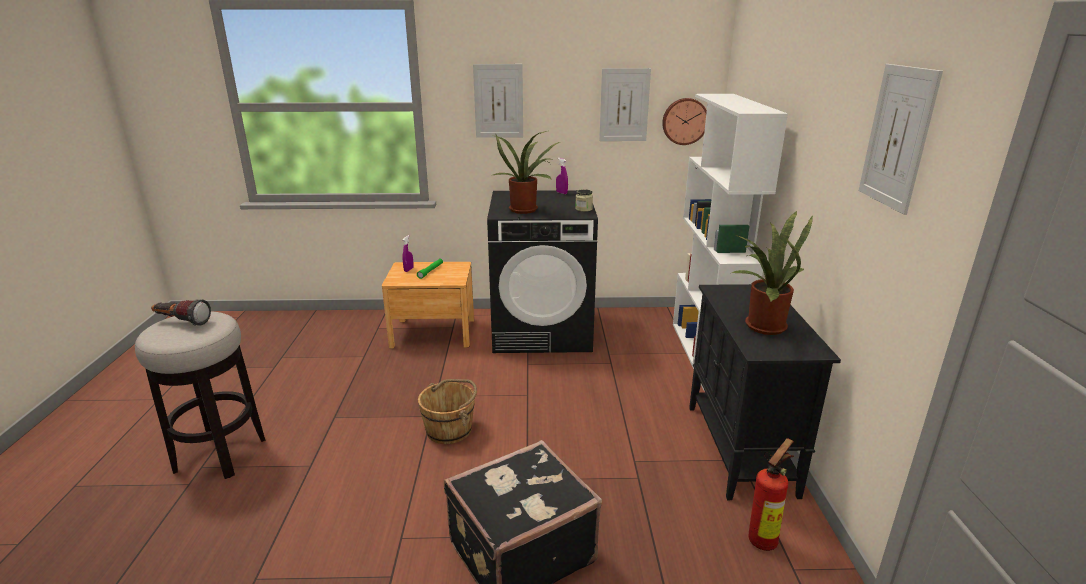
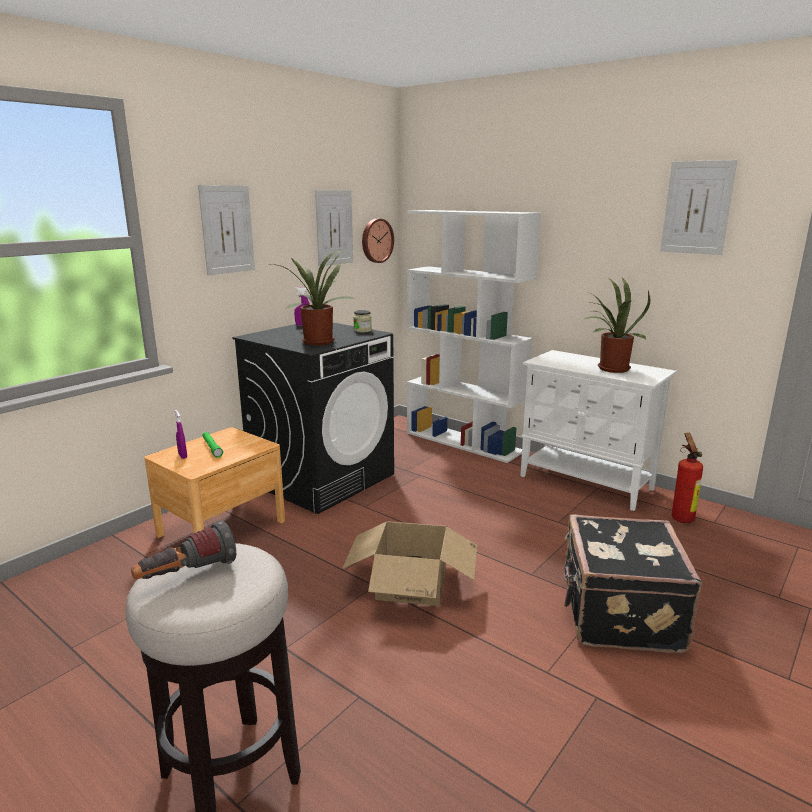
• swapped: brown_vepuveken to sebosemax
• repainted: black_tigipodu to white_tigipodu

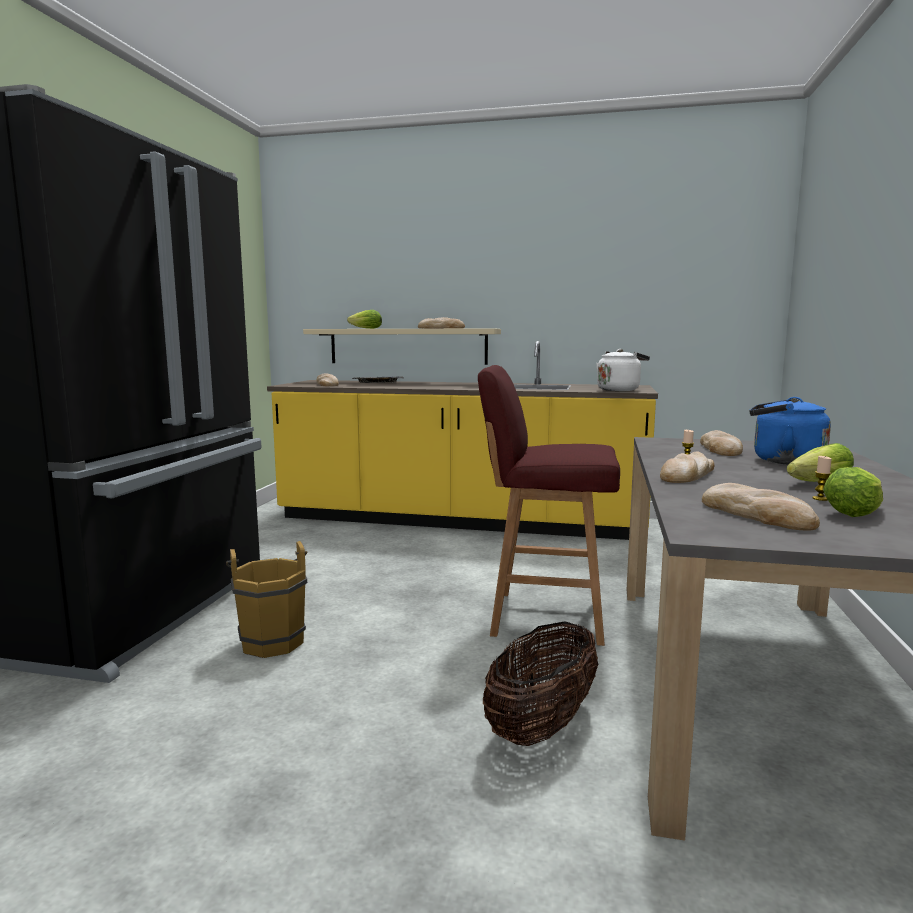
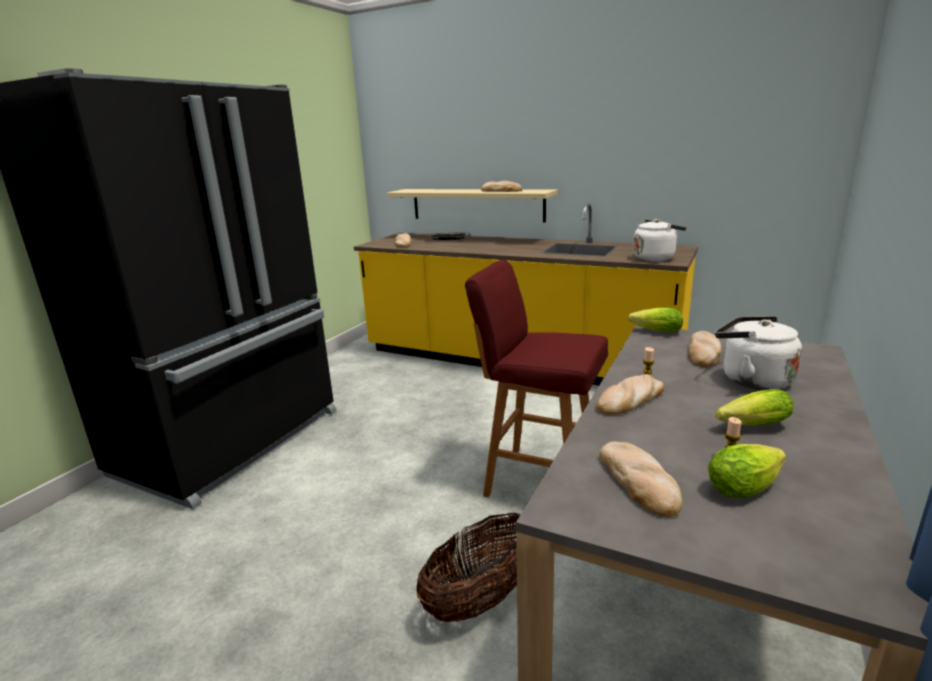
• shifted: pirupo (no. 1 from left)
• repainted: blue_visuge to white_visuge (no. 2 from left)
• gone: brown_vepuveken

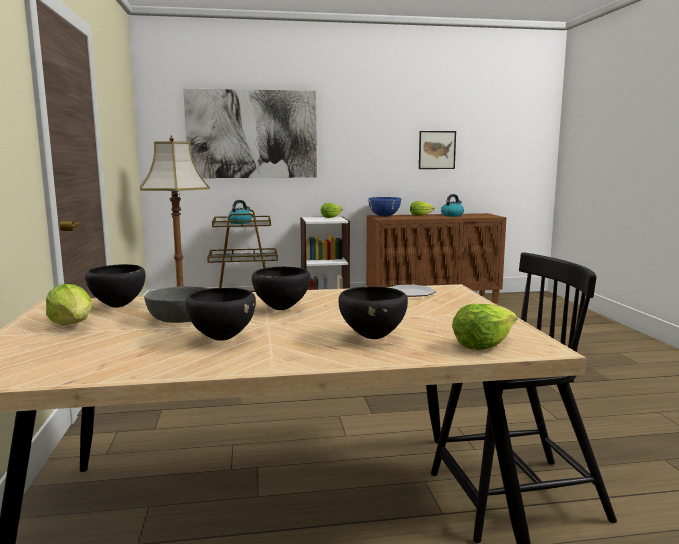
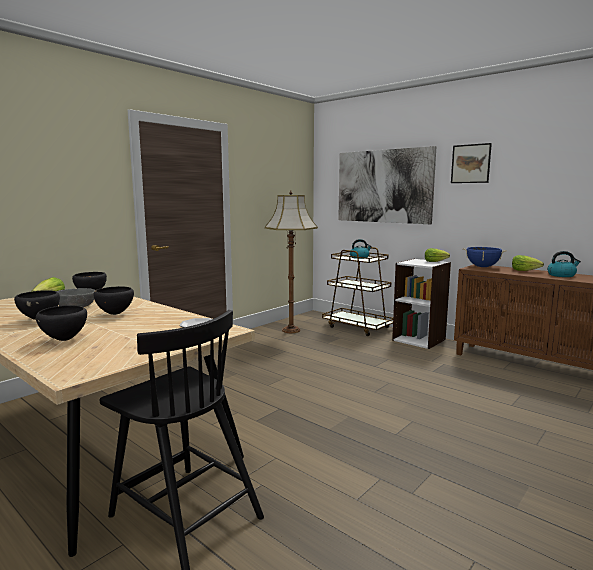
• shifted: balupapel (no. 2 from left)
• gone: pirupo (no. 4 from left)

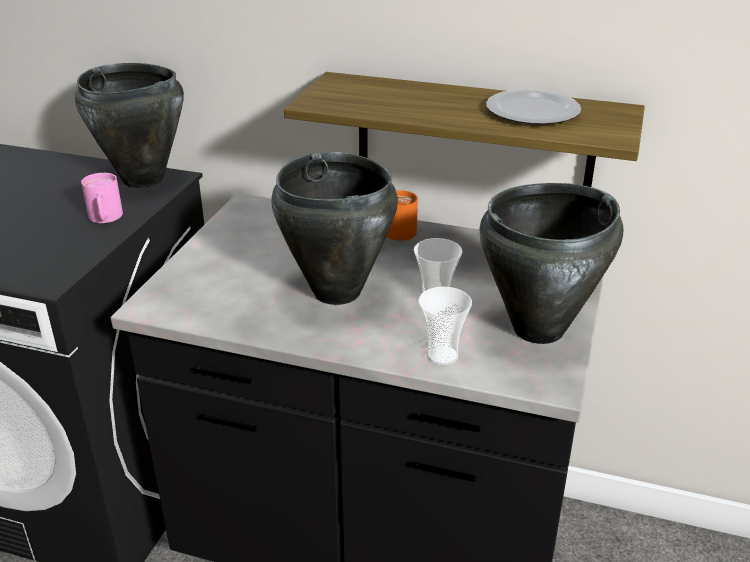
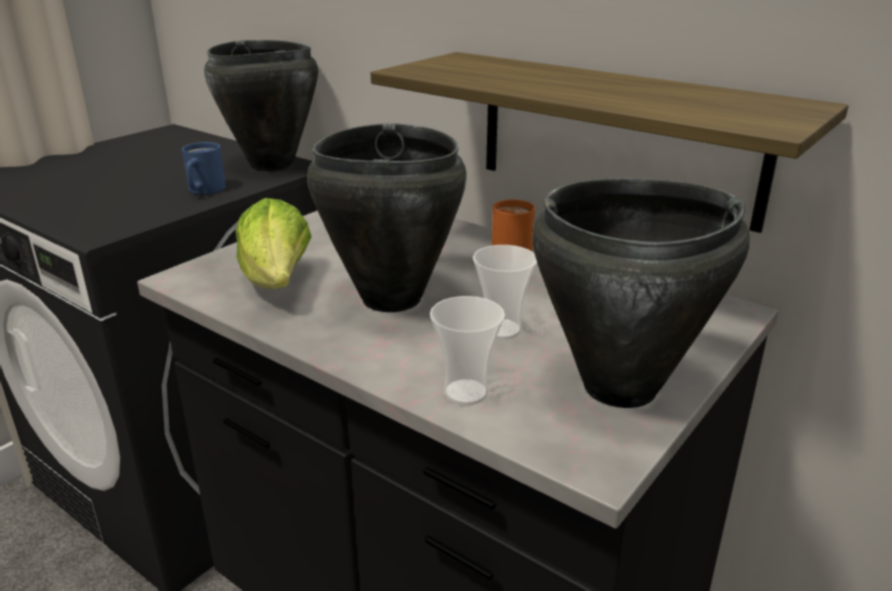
• repainted: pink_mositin to blue_mositin
• new: pirupo
• gone: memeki

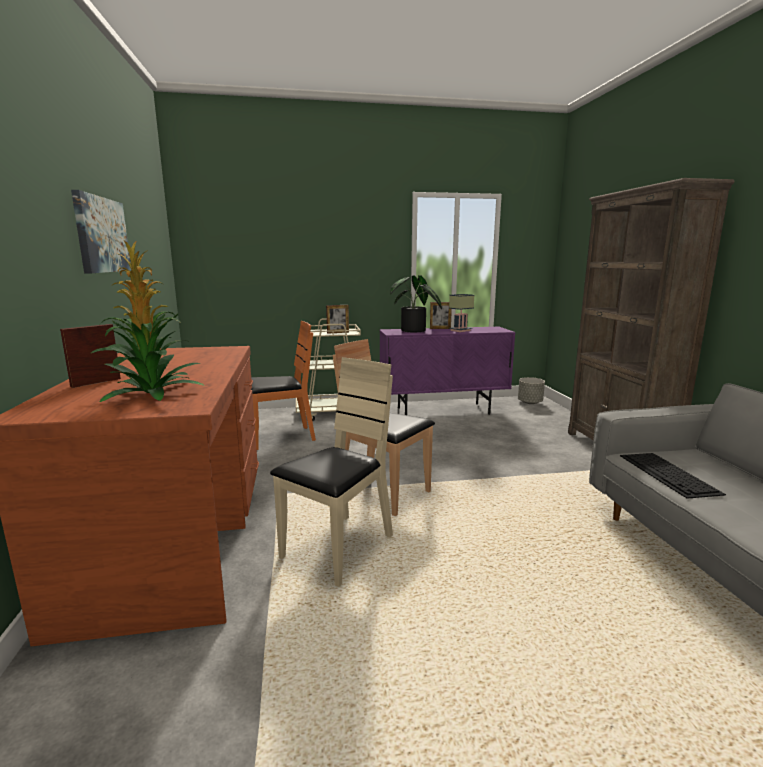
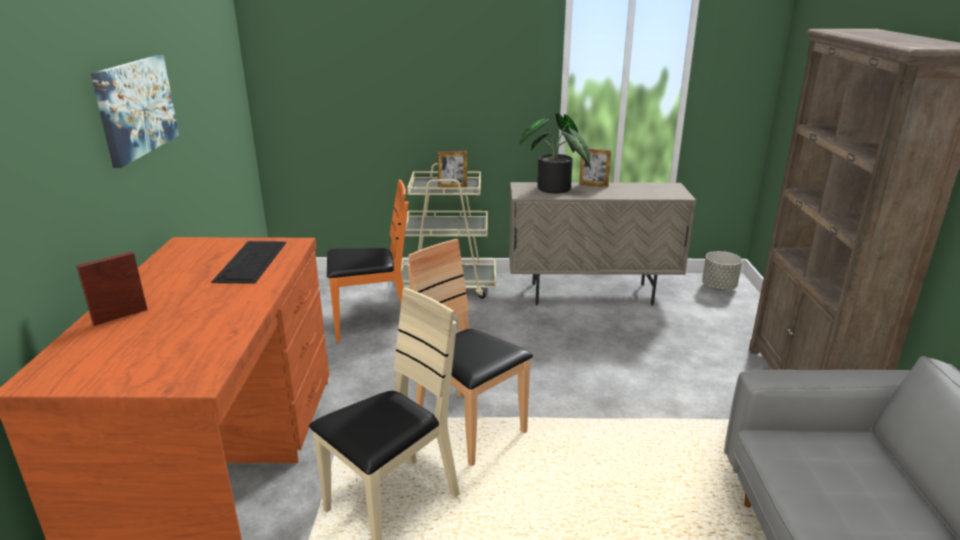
• shifted: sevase
• repainted: purple_tigipodu to beige_tigipodu
• gone: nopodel (no. 1 from left)
• gone: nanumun

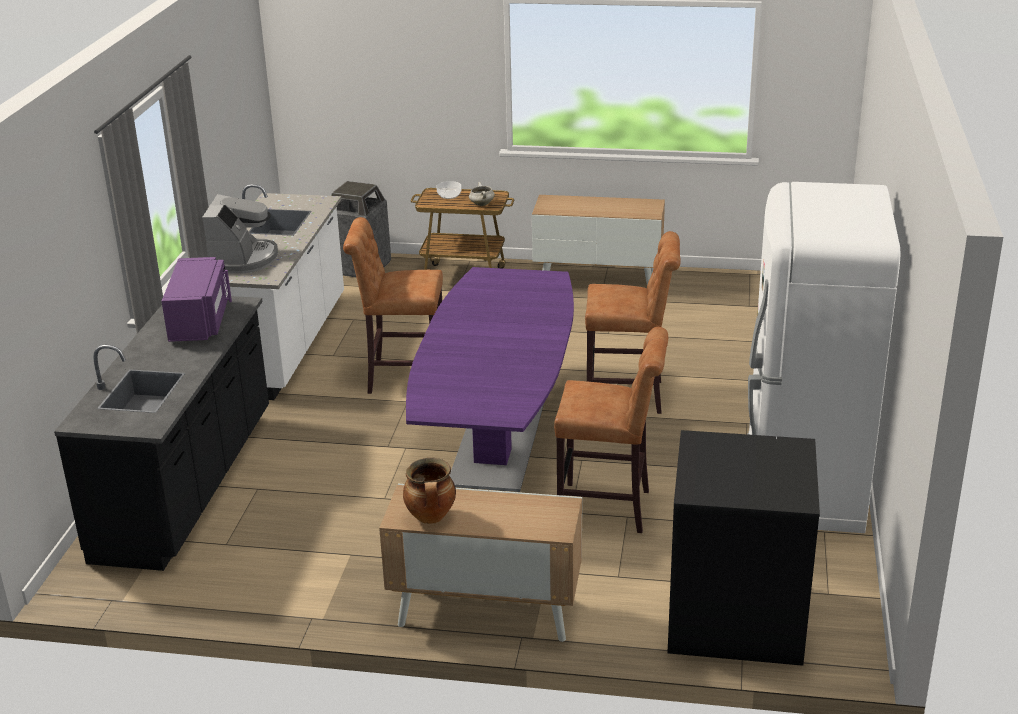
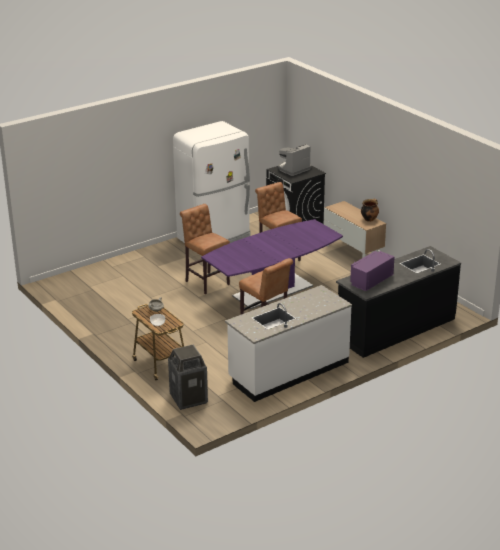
• shifted: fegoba
• gone: tigipodu (no. 2 from left)

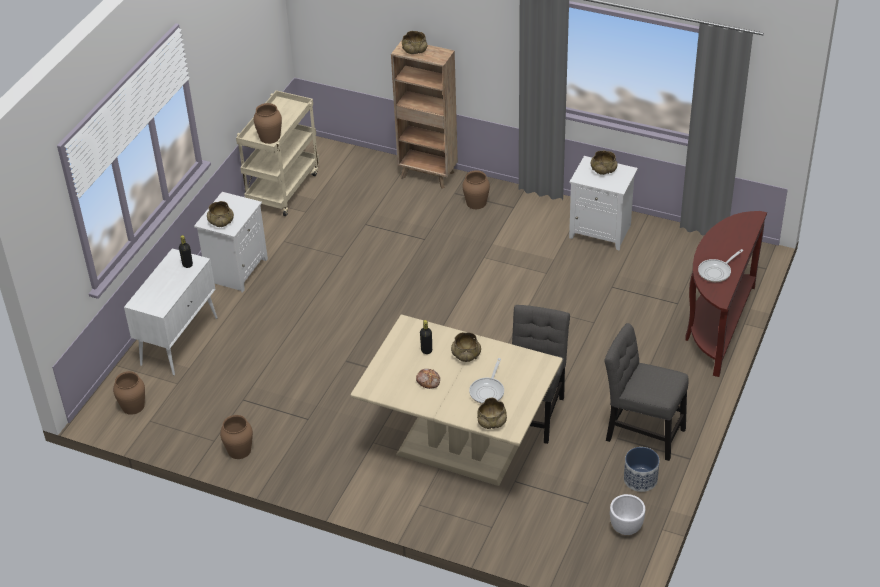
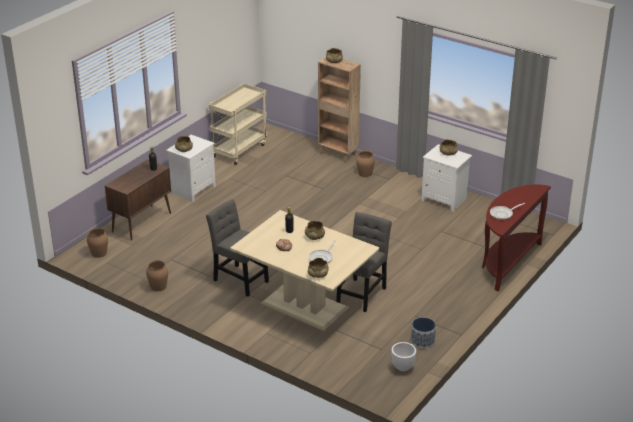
• repainted: white_tigipodu to brown_tigipodu
• shifted: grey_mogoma (no. 2 from left in the first image) to grey_mogoma (no. 1 from left)
• gone: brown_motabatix (no. 3 from left)

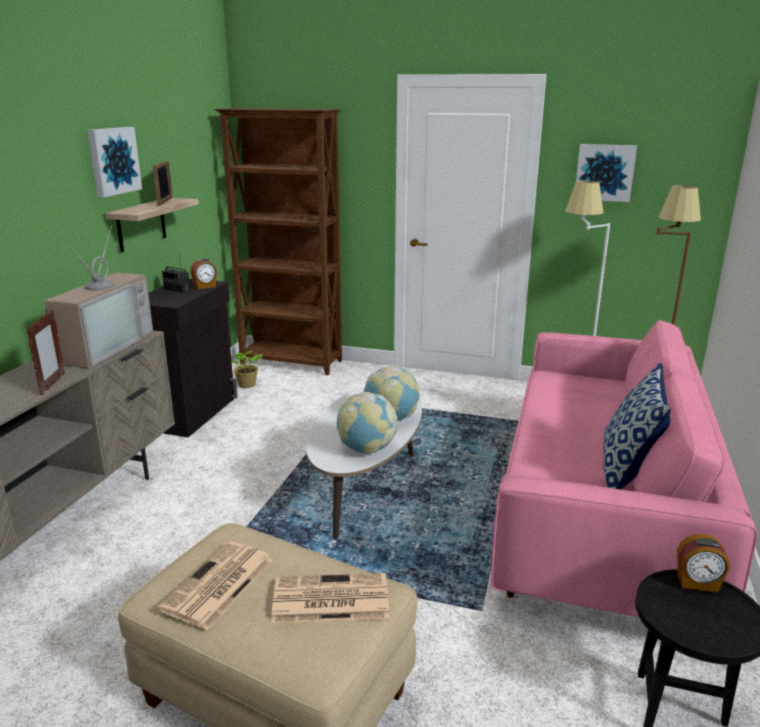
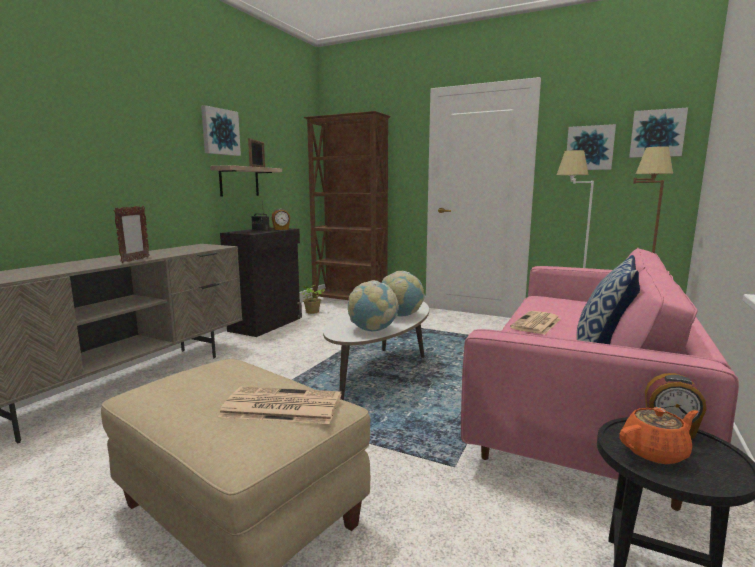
• shifted: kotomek (no. 1 from left in the first image) to kotomek (no. 2 from left)
• new: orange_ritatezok
• new: balupapel (no. 3 from left)
• gone: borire

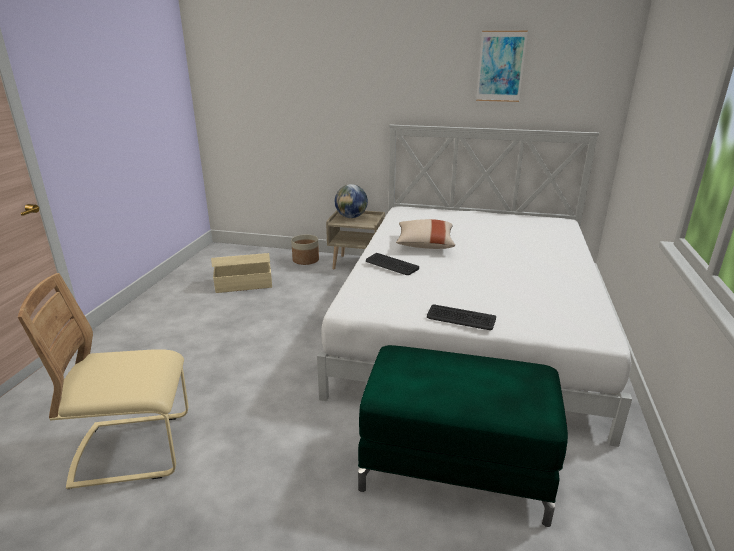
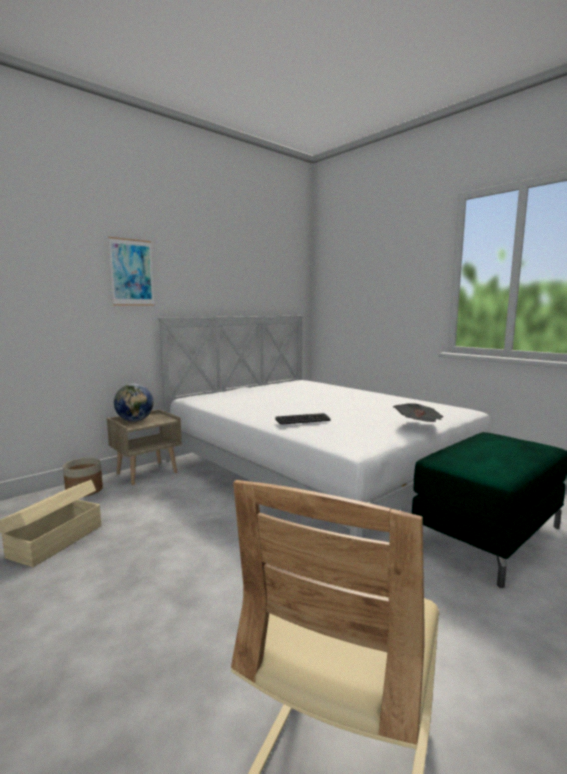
• shifted: balupapel
• swapped: sevase (no. 2 from left) to kotomek
• gone: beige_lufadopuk

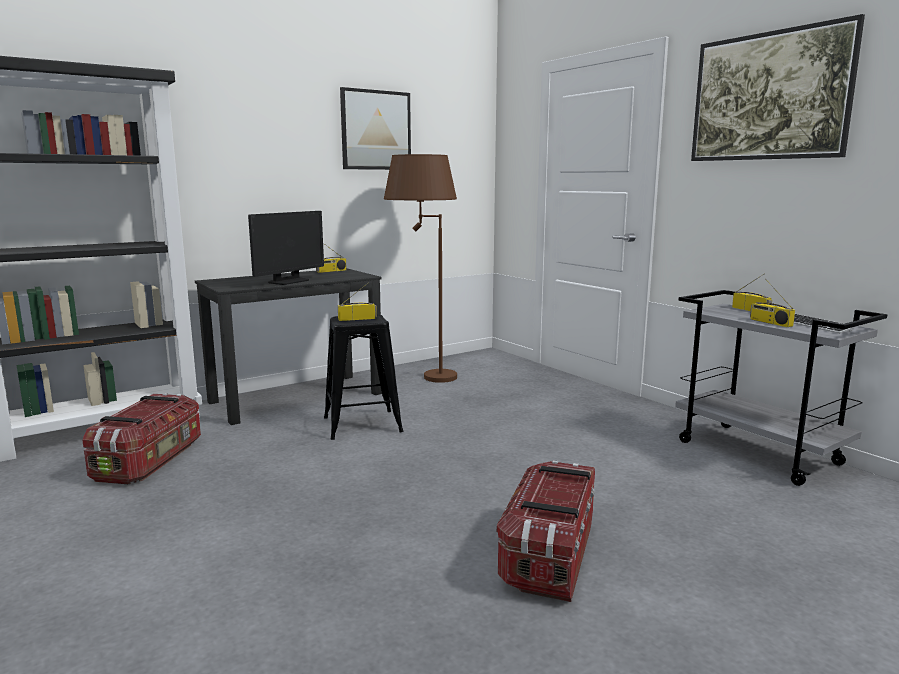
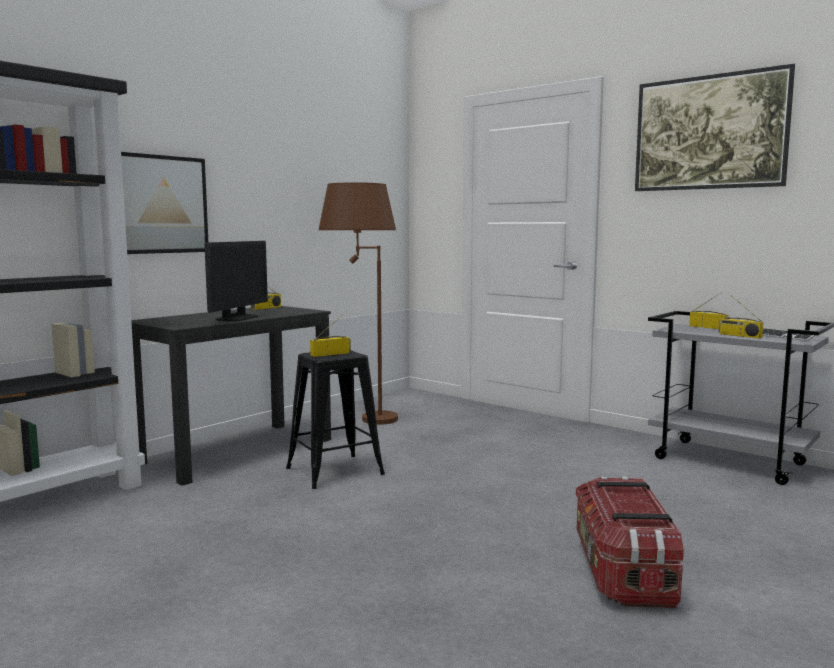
• shifted: balupapel (no. 1 from left)
• gone: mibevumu (no. 1 from left)

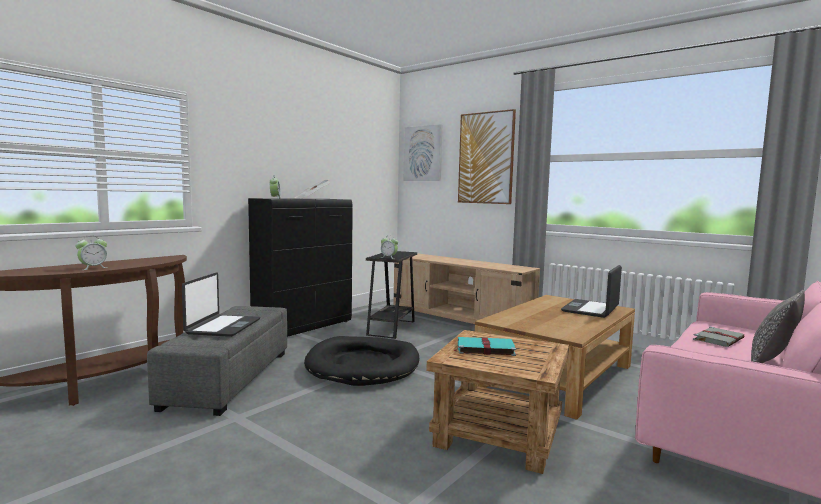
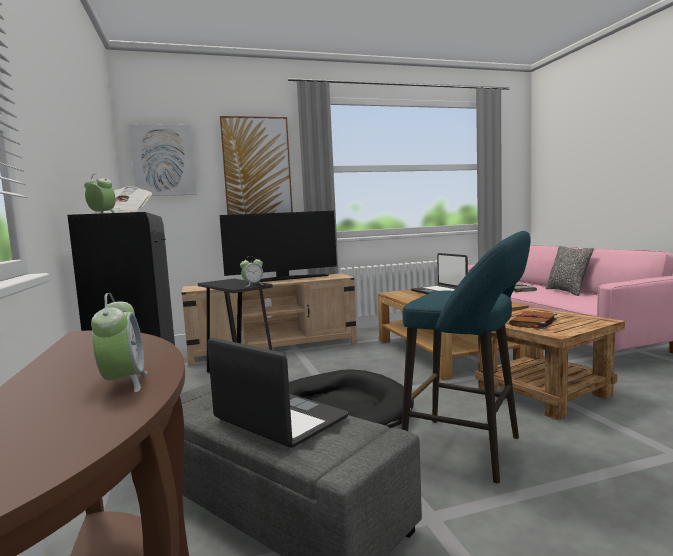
• new: borire
• new: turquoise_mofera
• repainted: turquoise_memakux to brown_memakux

